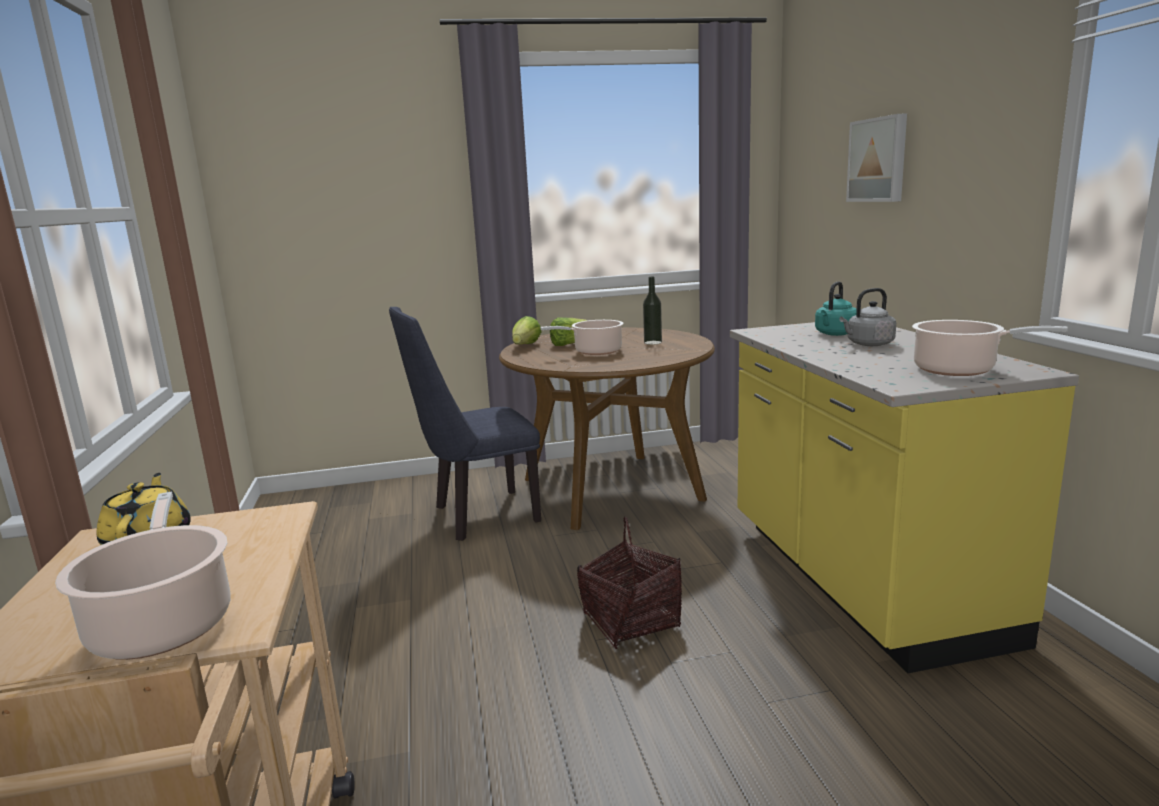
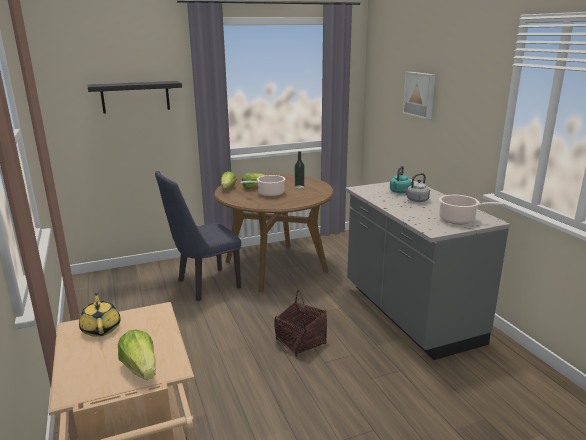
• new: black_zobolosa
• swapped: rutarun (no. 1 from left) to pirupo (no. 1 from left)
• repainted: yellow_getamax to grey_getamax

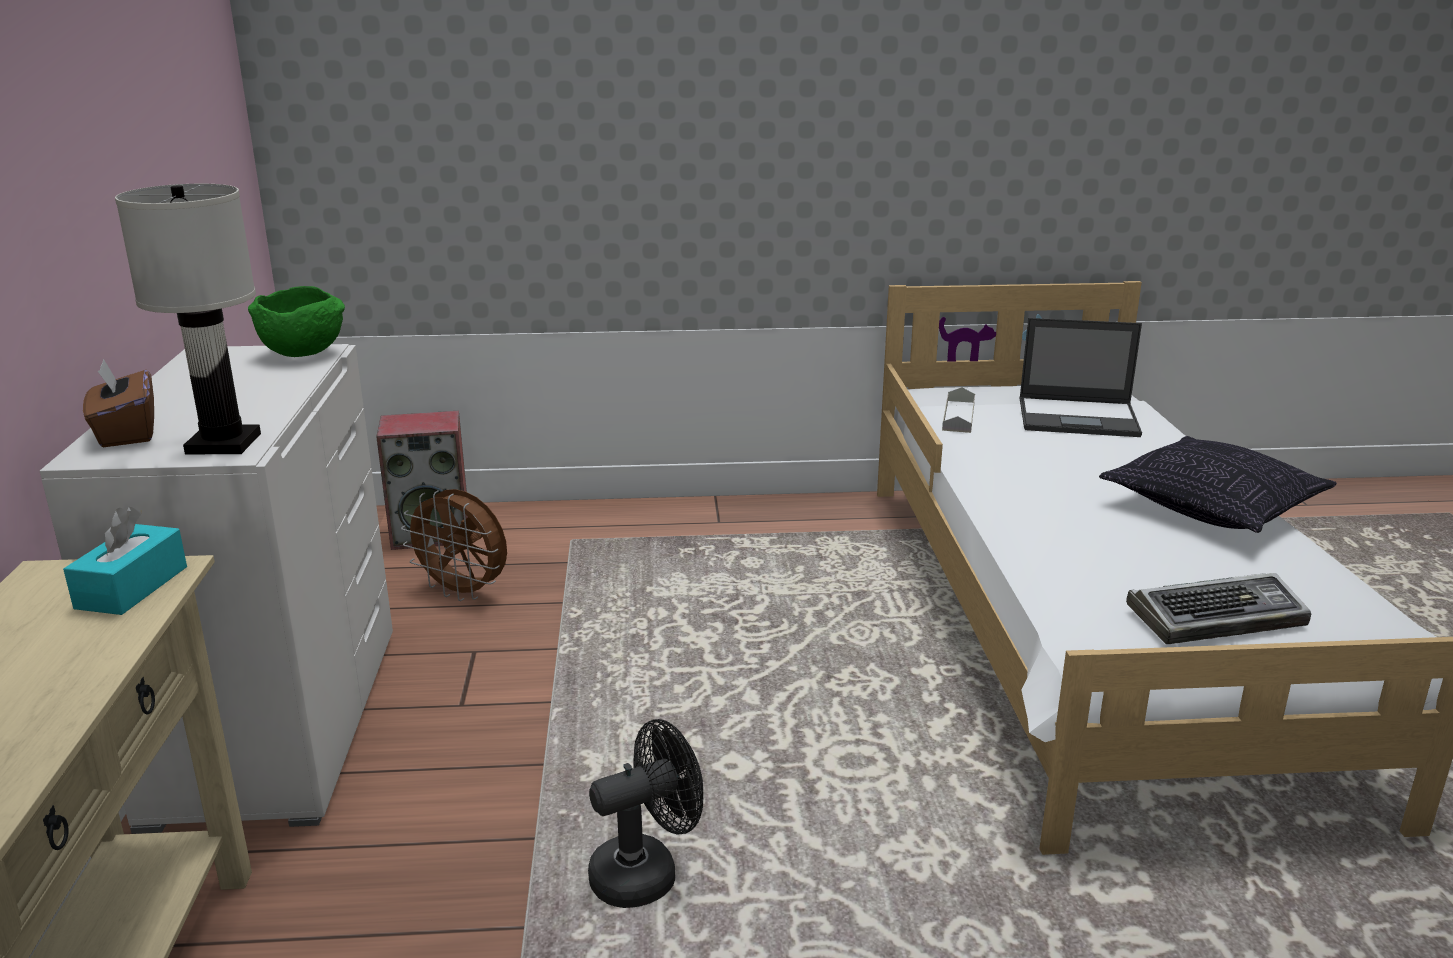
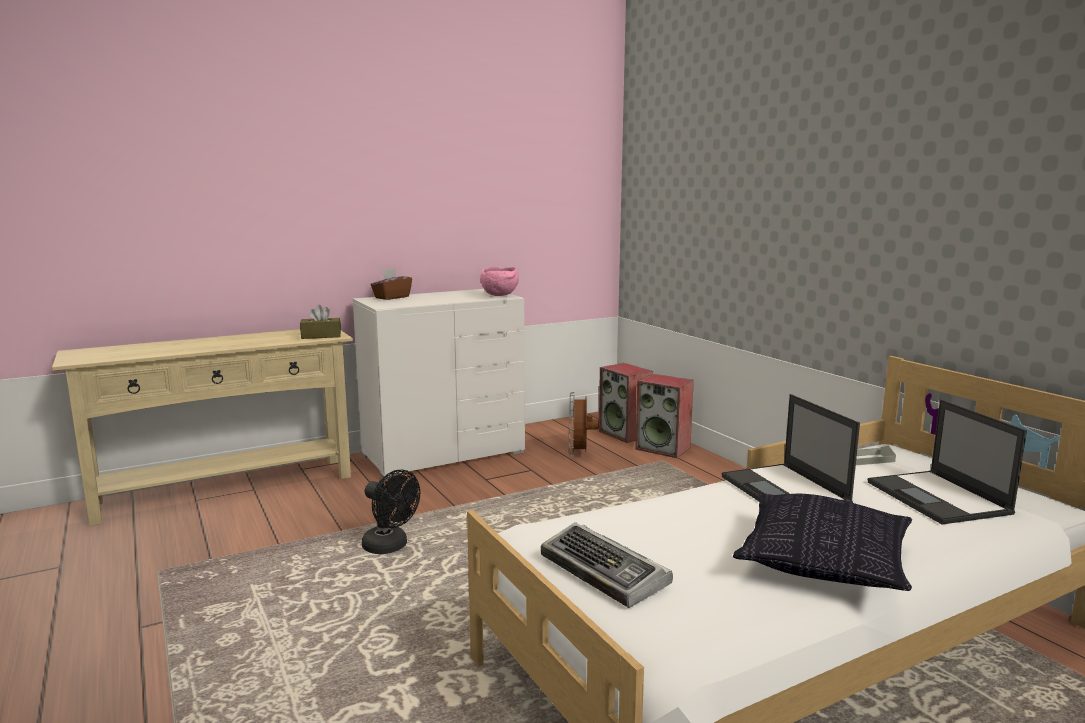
• repainted: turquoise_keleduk to brown_keleduk (no. 1 from left)
• repainted: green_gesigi to pink_gesigi
• new: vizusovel (no. 2 from left)
• new: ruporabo (no. 1 from left)
• gone: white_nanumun

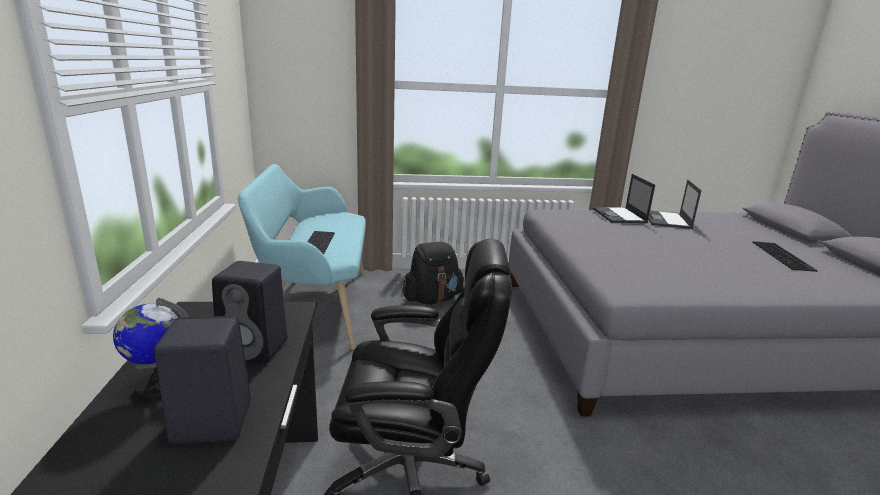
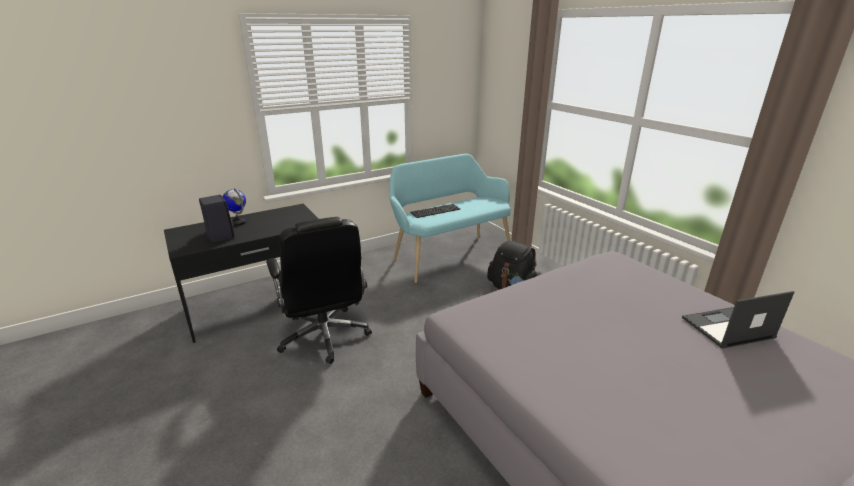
• gone: black_vizusovel (no. 2 from left)
• gone: ruporabo (no. 1 from left)
• gone: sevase (no. 2 from left)

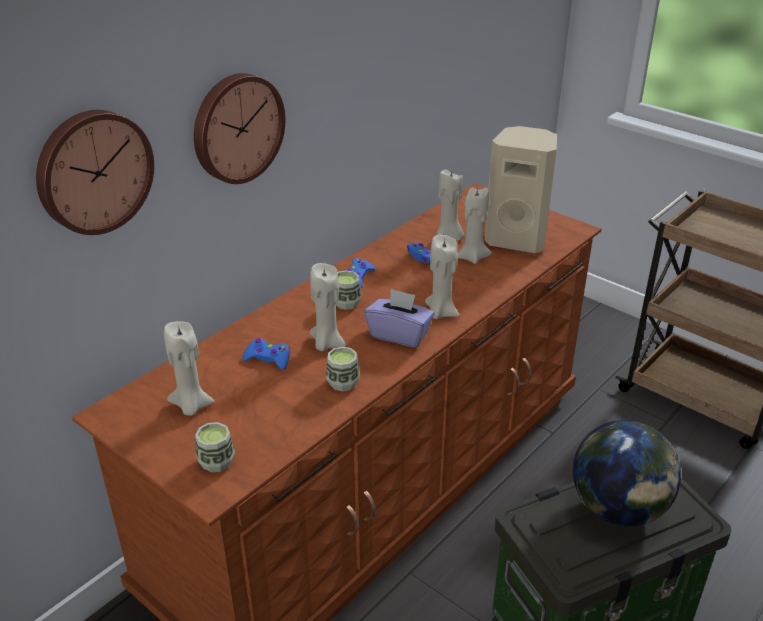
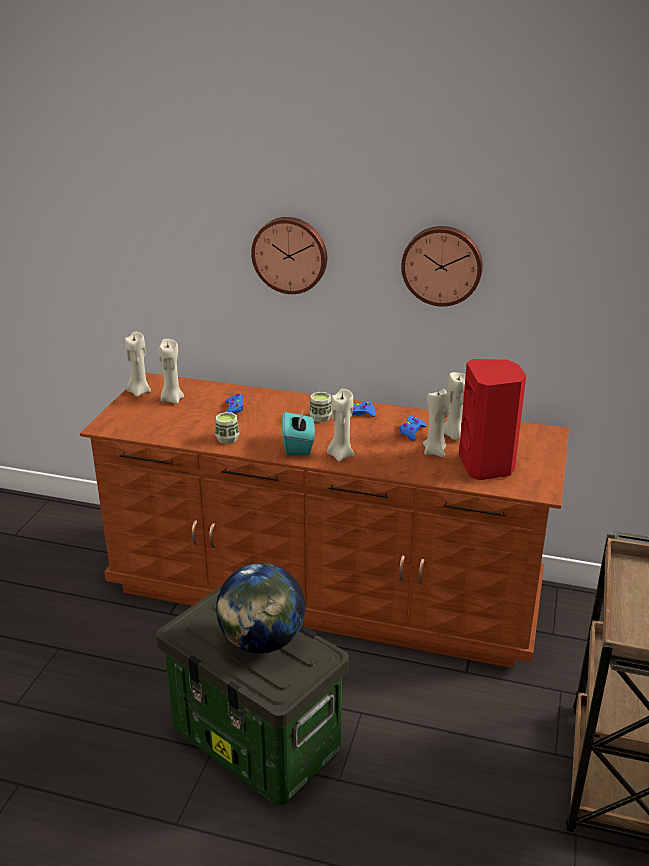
• shifted: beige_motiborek (no. 2 from left in the first image) to beige_motiborek (no. 1 from left)
• repainted: purple_keleduk to turquoise_keleduk
• shifted: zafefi (no. 1 from left in the first image) to zafefi (no. 2 from left)
• repainted: beige_vizusovel to red_vizusovel
• gone: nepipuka (no. 1 from left)

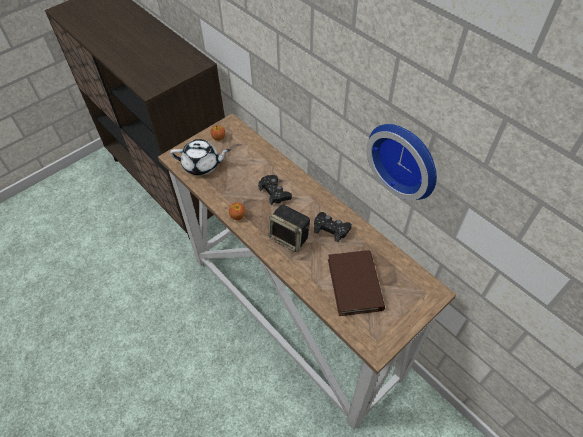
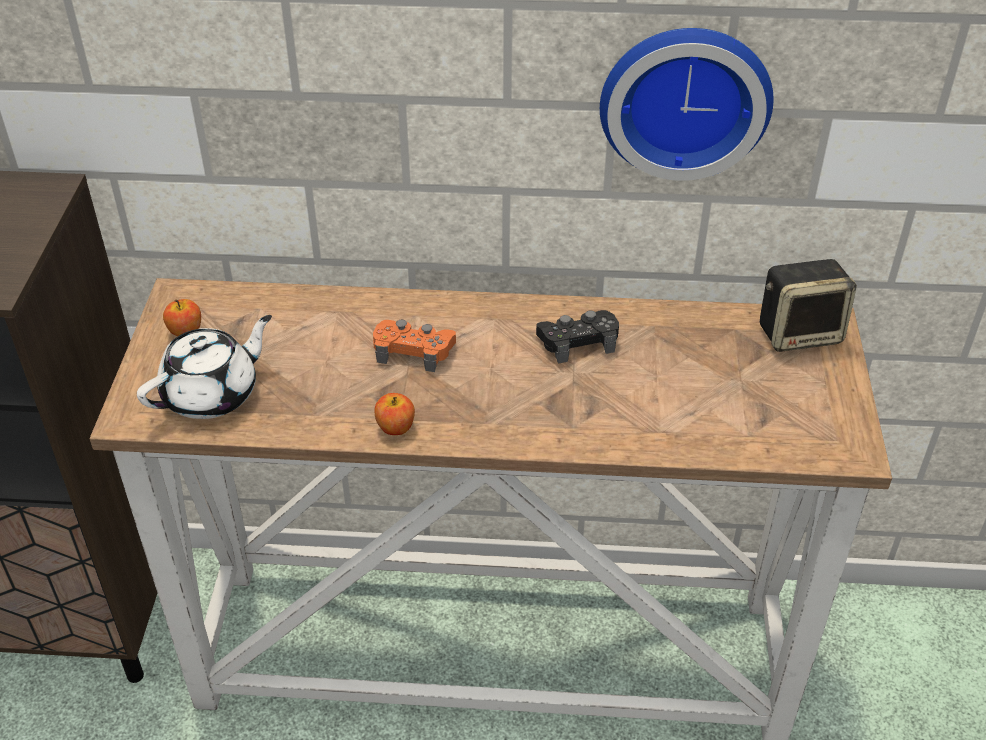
• repainted: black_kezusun (no. 1 from left) to orange_kezusun
• shifted: vizusovel
• gone: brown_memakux

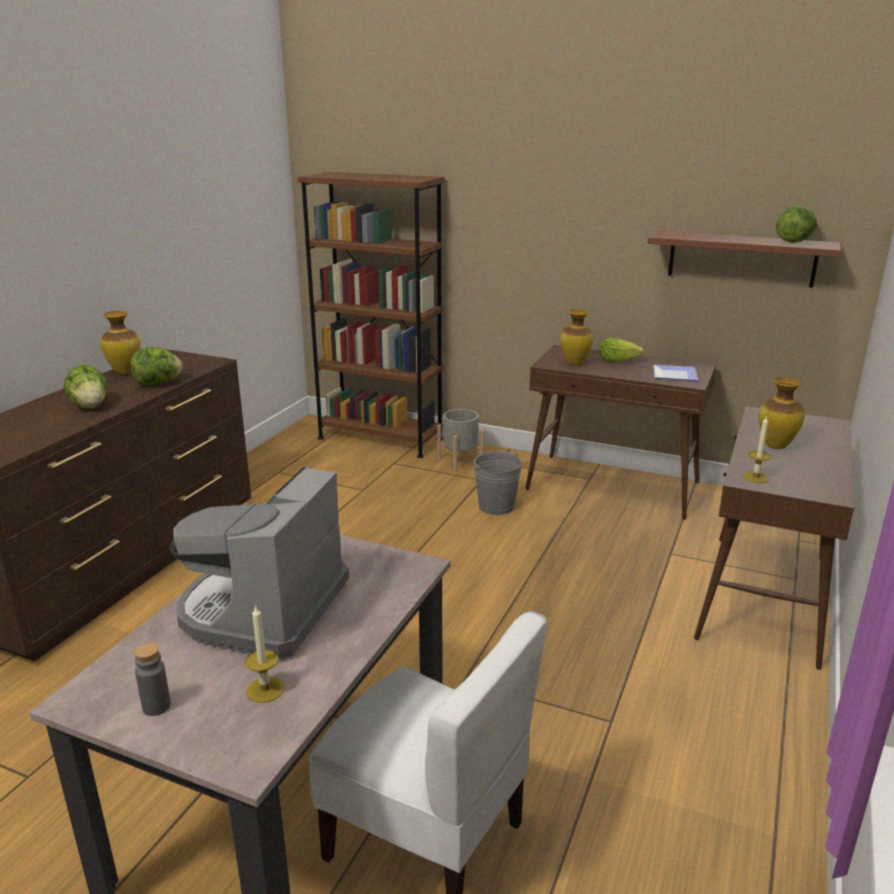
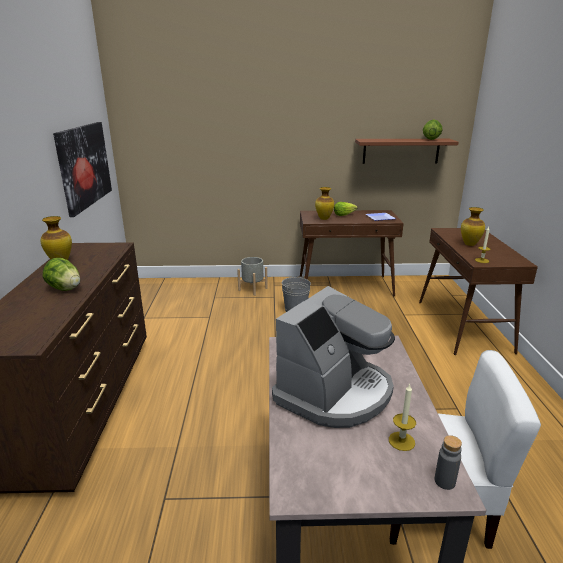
• new: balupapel
• rotated: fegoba 135 degrees counterclockwise
• shifted: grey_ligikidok
• gone: pirupo (no. 2 from left)
• gone: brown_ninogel

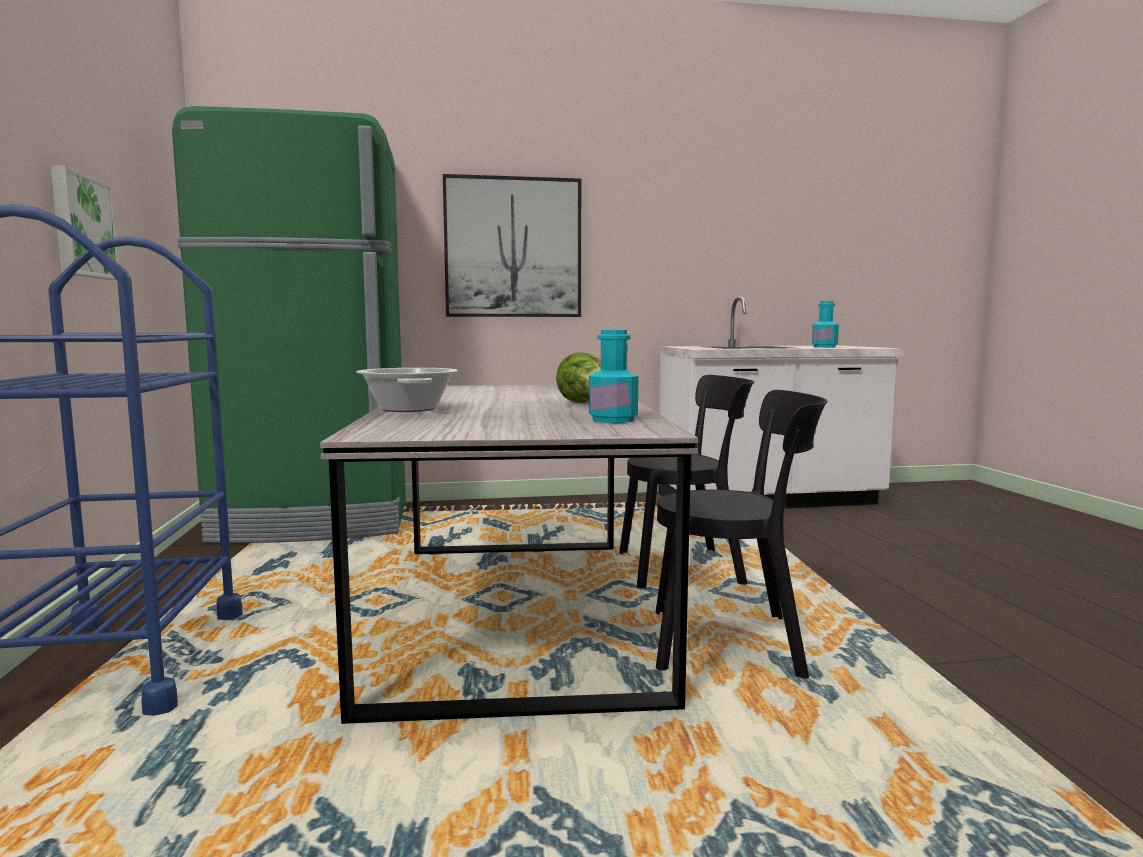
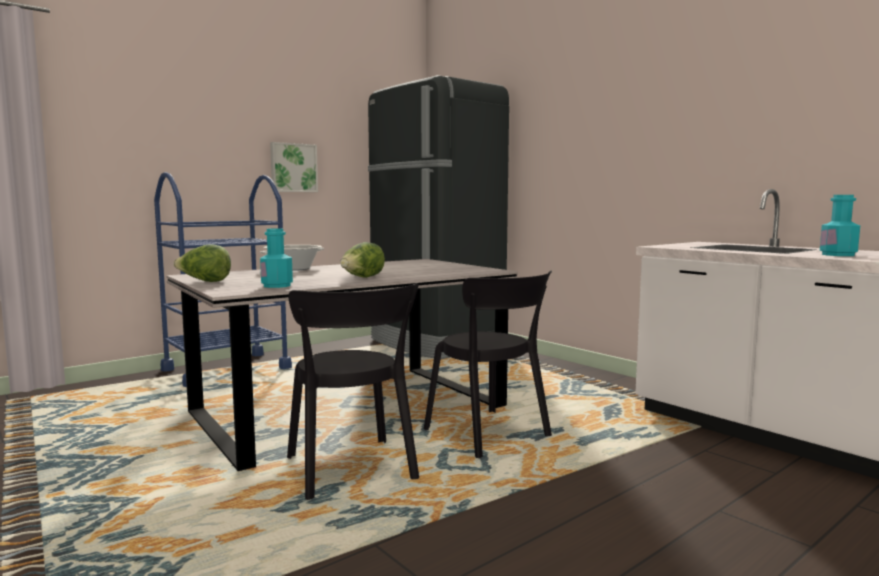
• new: pirupo (no. 1 from left)
• repainted: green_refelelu to black_refelelu
• gone: balupapel (no. 2 from left)

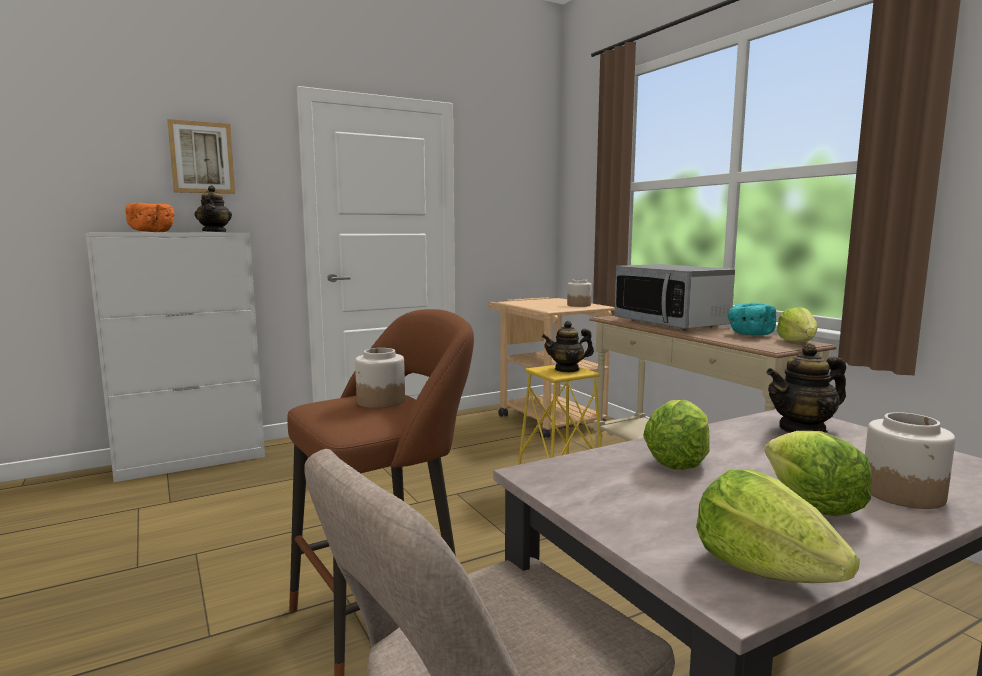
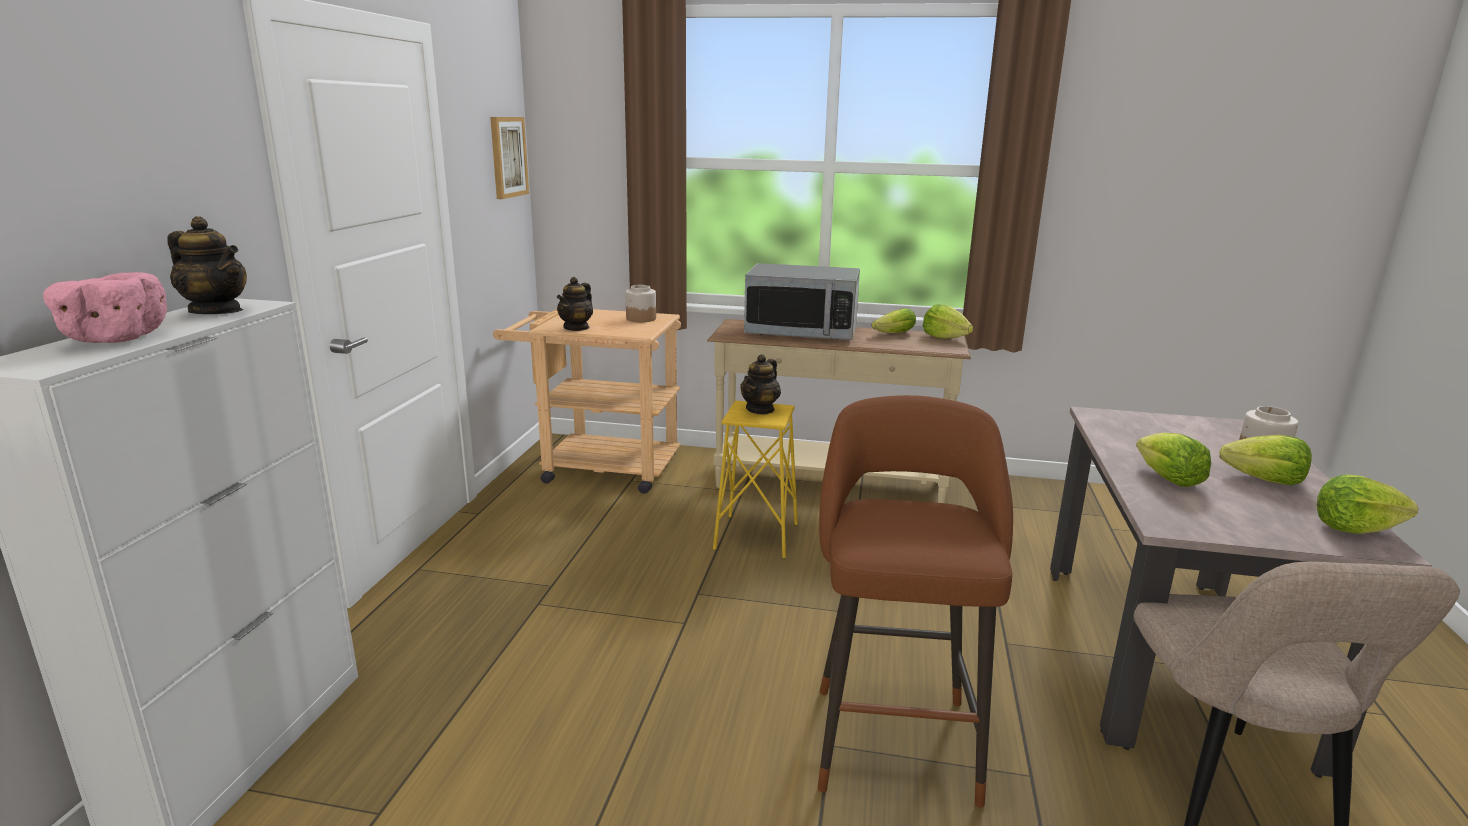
• repainted: orange_gesigi to pink_gesigi
• shifted: balupapel
• shifted: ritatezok (no. 3 from left in the first image) to ritatezok (no. 2 from left)
• swapped: turquoise_gesigi to pirupo (no. 1 from left)
• gone: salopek (no. 1 from left)

